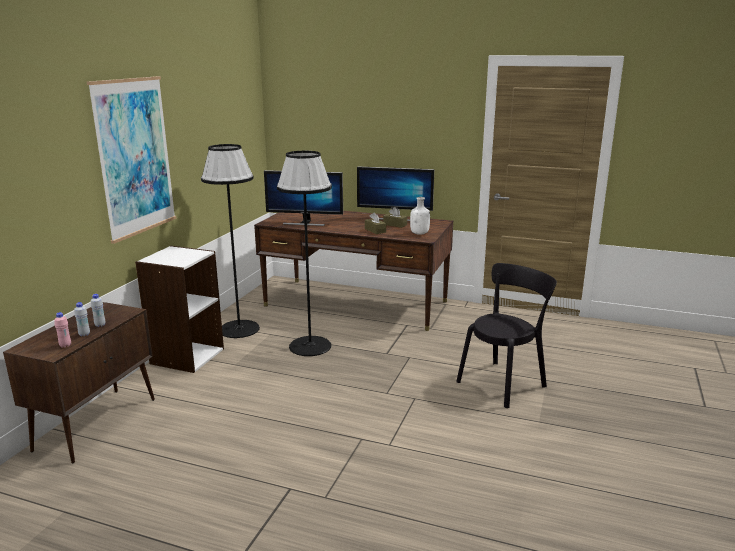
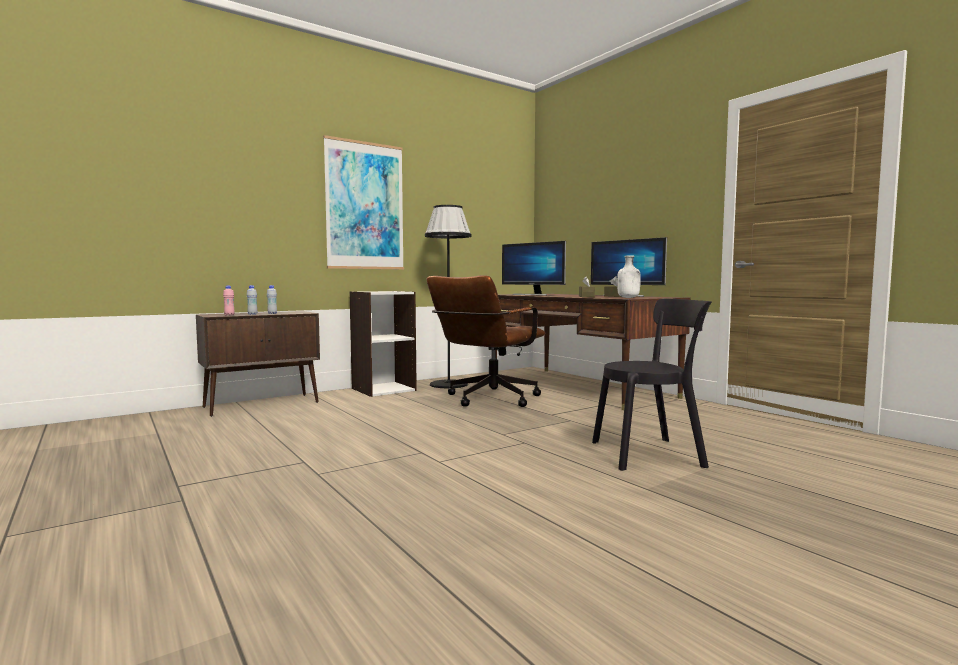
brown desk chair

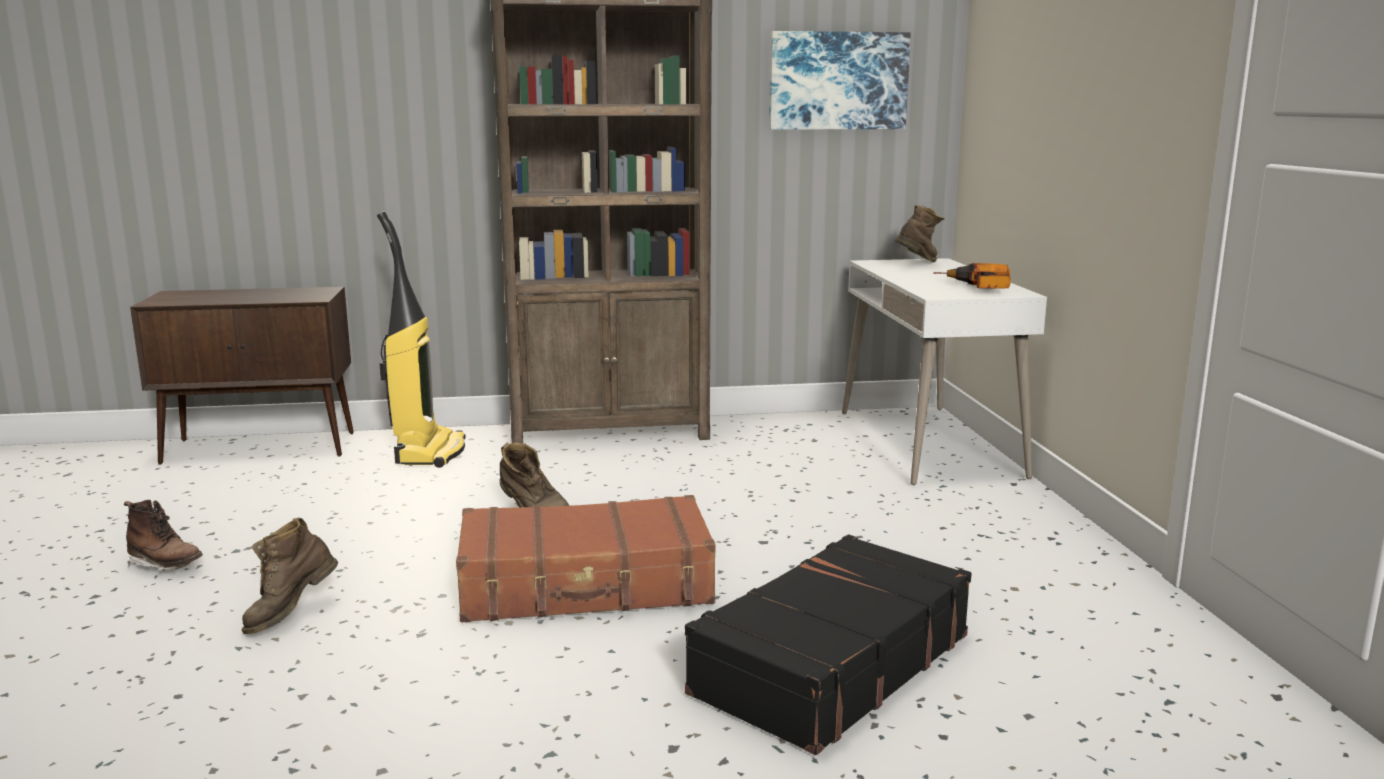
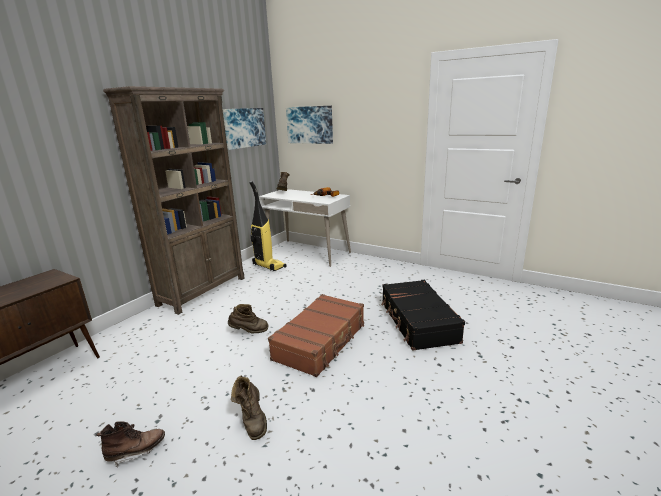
wall art (2nd from left)
hoover

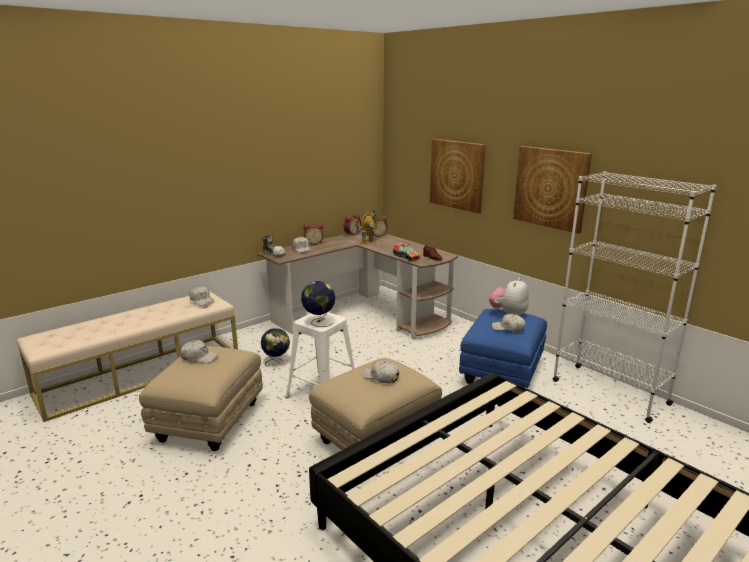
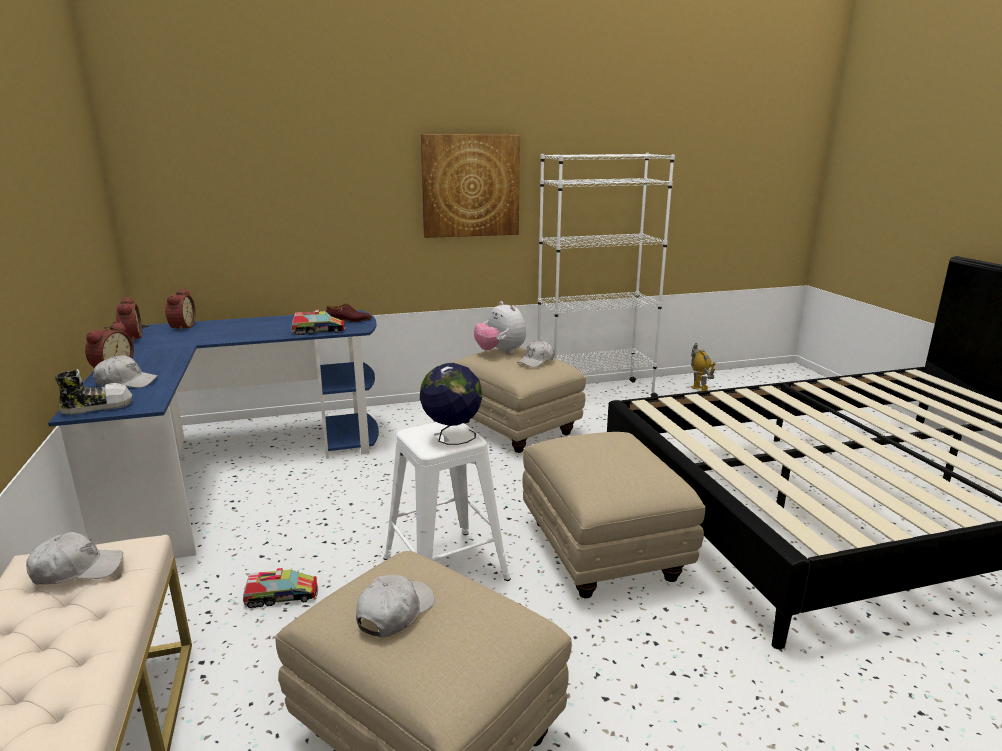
whitish peaked cap (4th from left in the first image)
wall art (1st from left in the first image)
robot figure
toy truck (1st from left)
blue-coloured desk
beige-coloured ottoman (2nd from left)

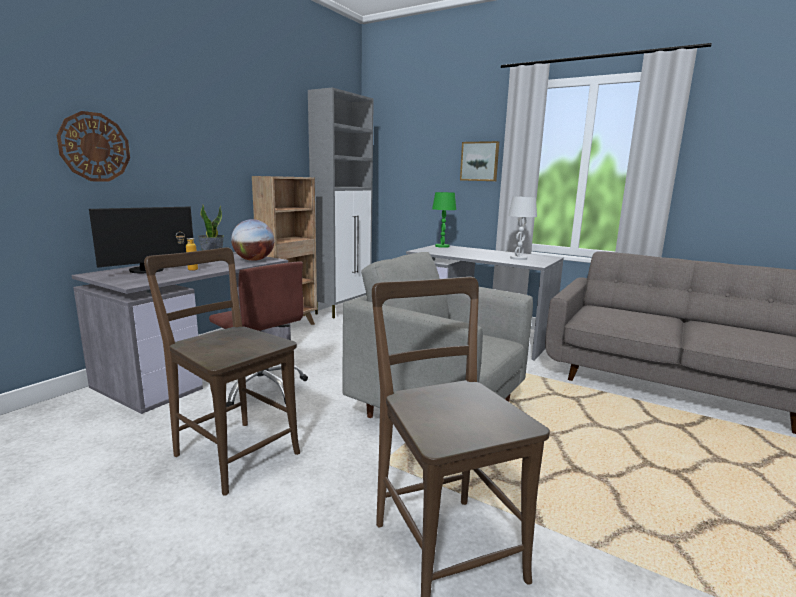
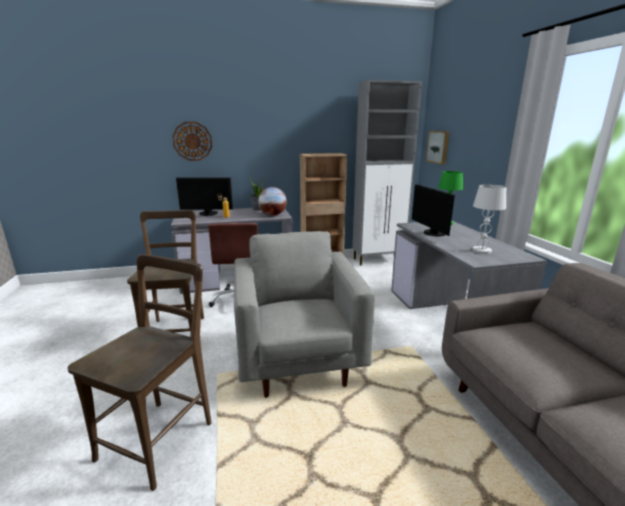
monitor (2nd from left)
wall art

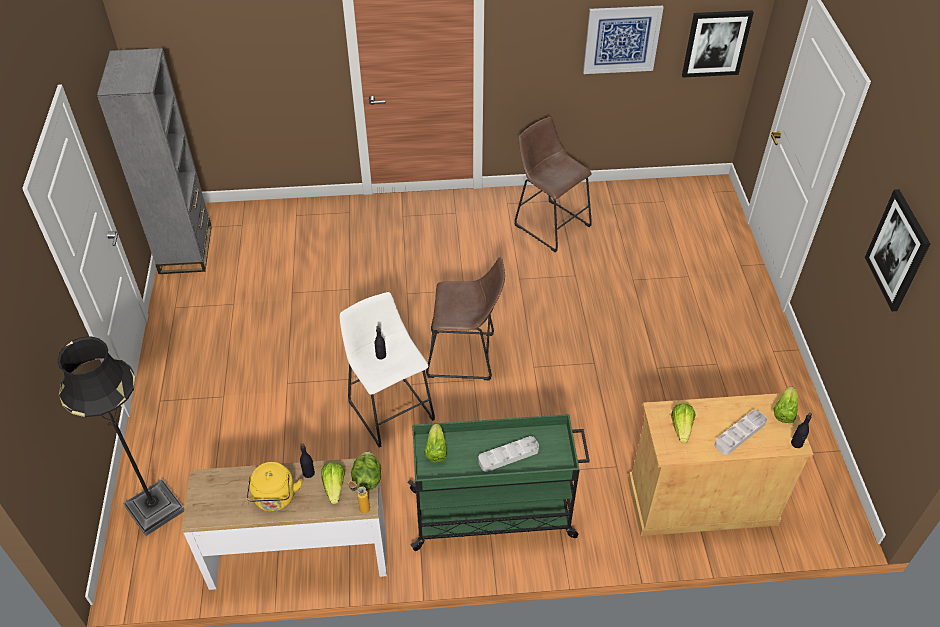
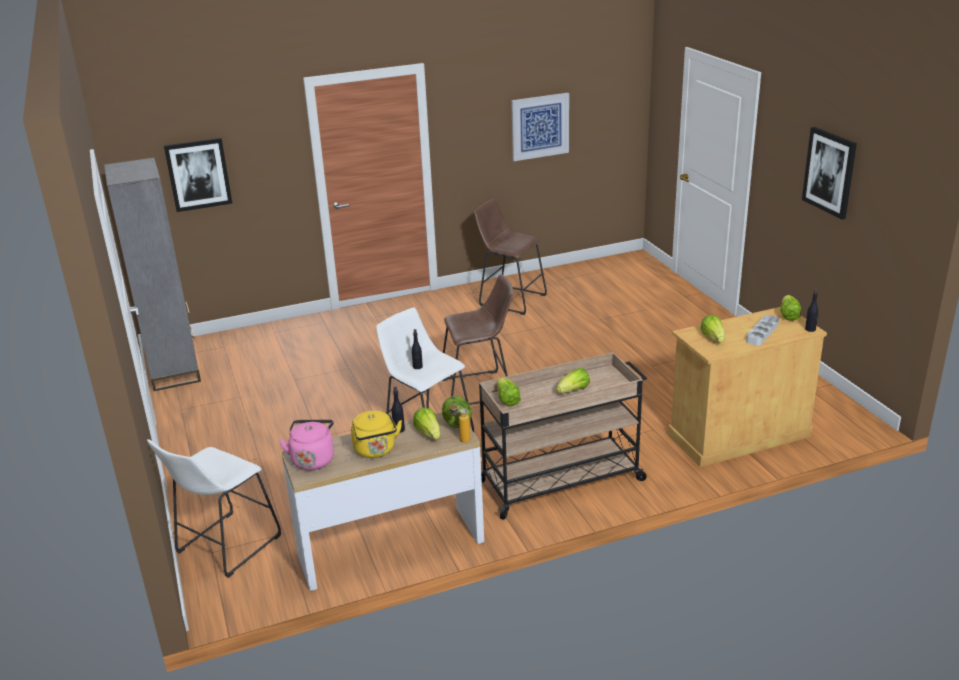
pink tea kettle
wall art (1st from left)
whitish sitting stool (1st from left)
lettuce (4th from left)
beige-coloured trolley

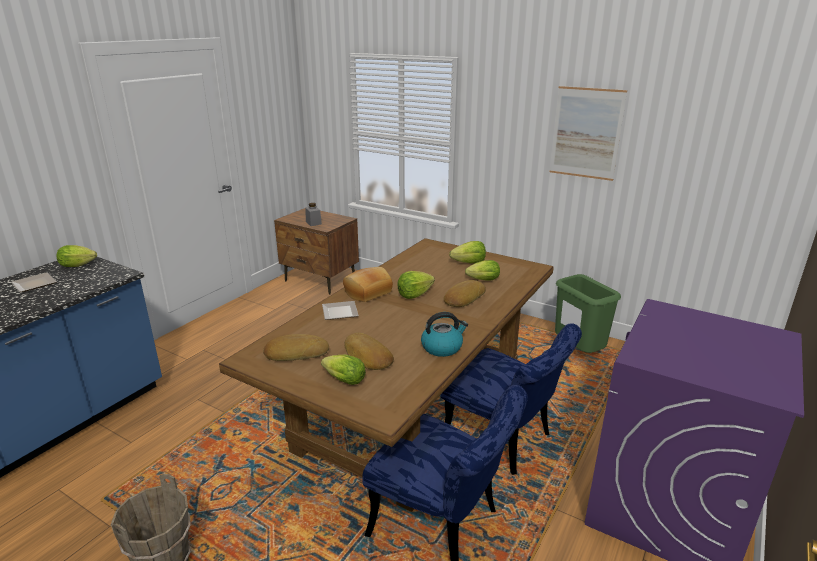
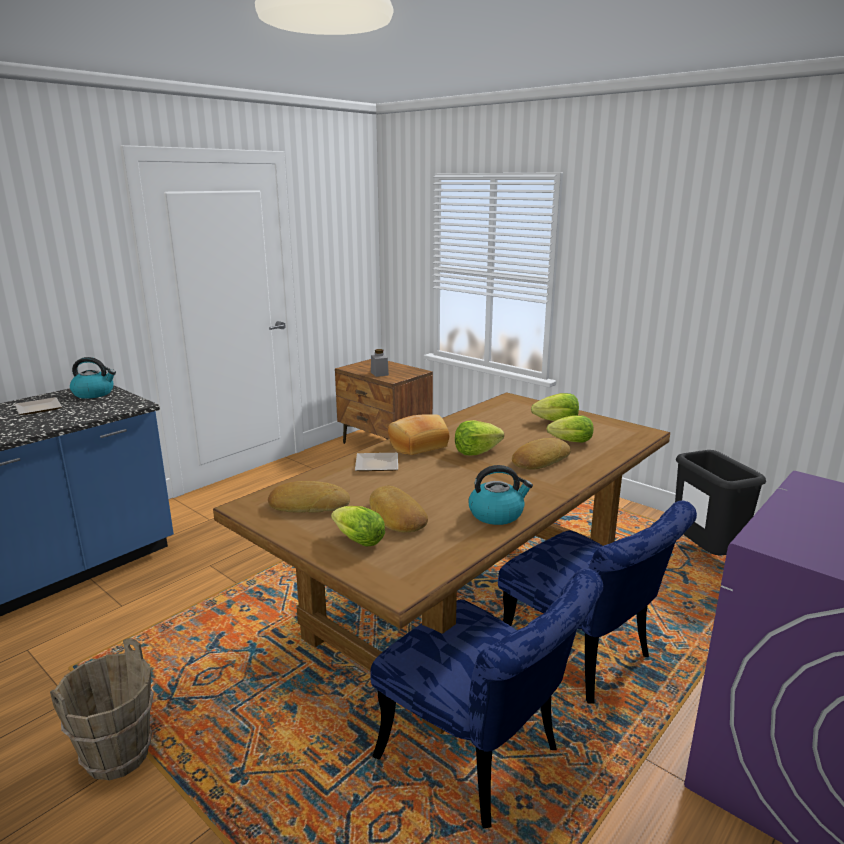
wall art
tea kettle (1st from left)
black waste bin

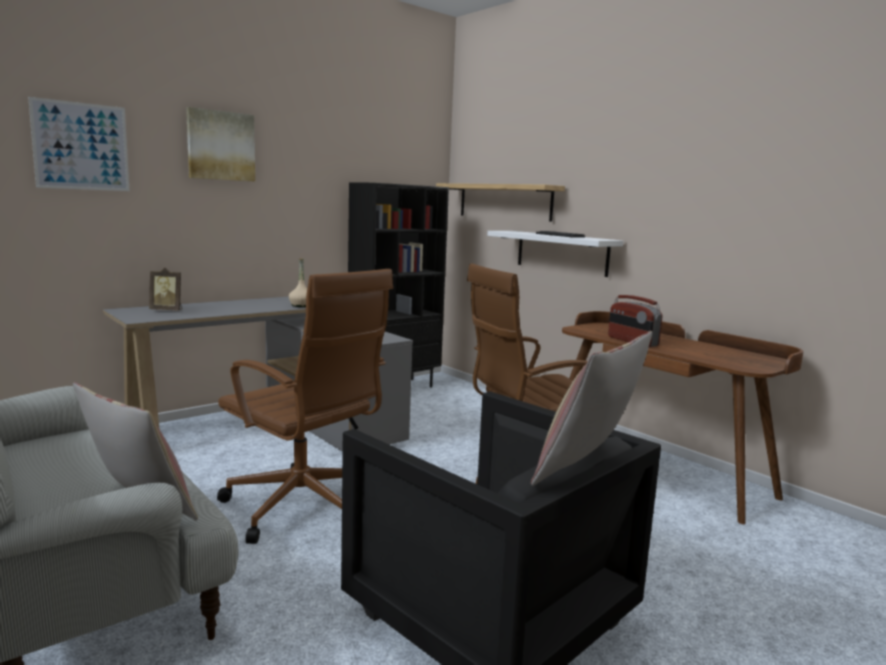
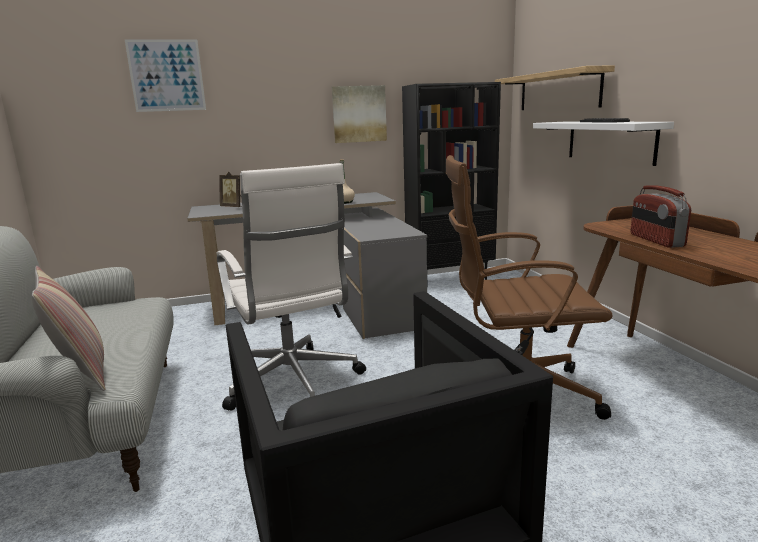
cushion (2nd from left in the first image)
wall art (2nd from left)
whitish desk chair

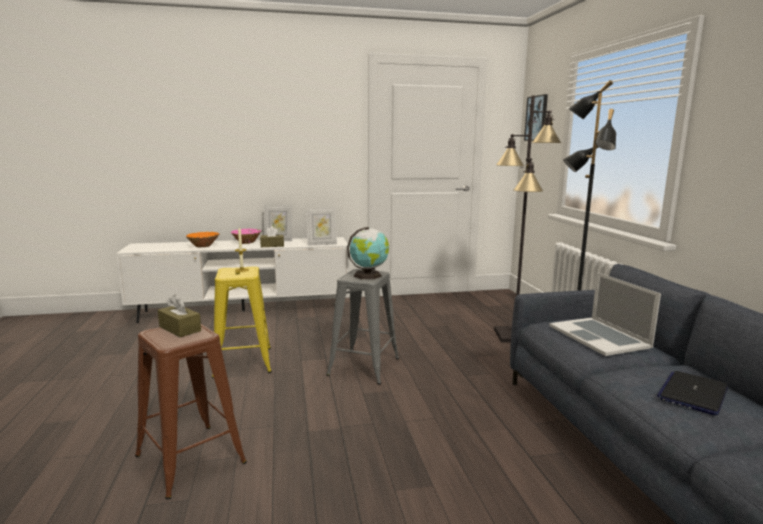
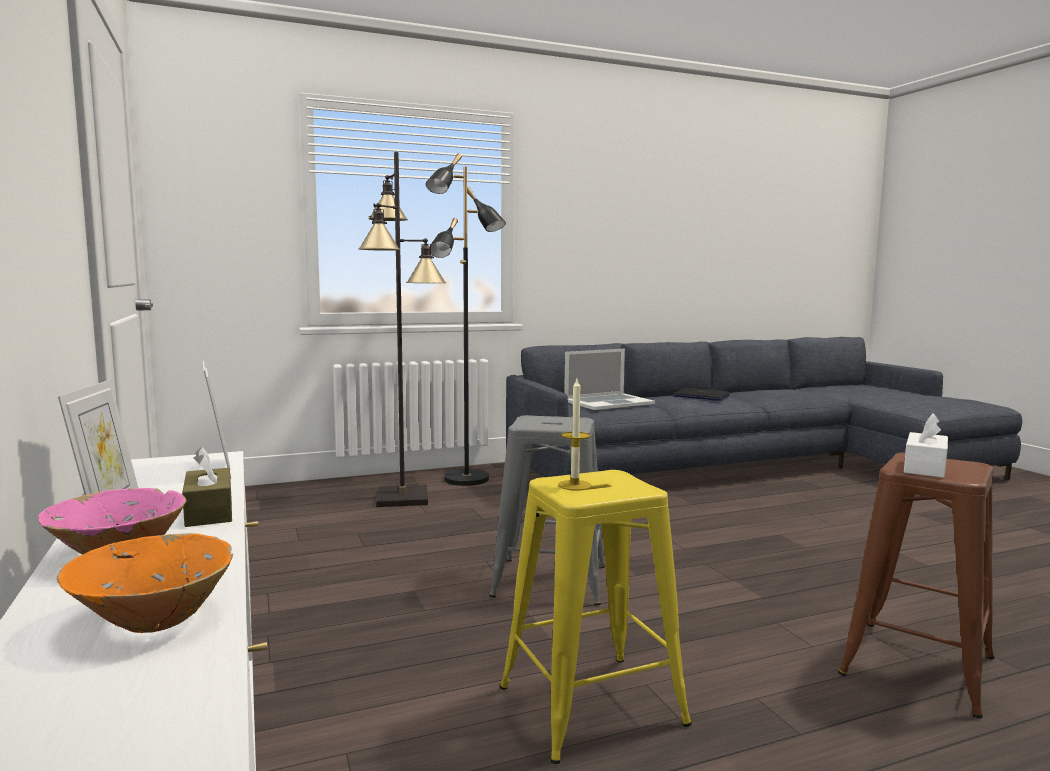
globe
wall art
whitish tissue holder

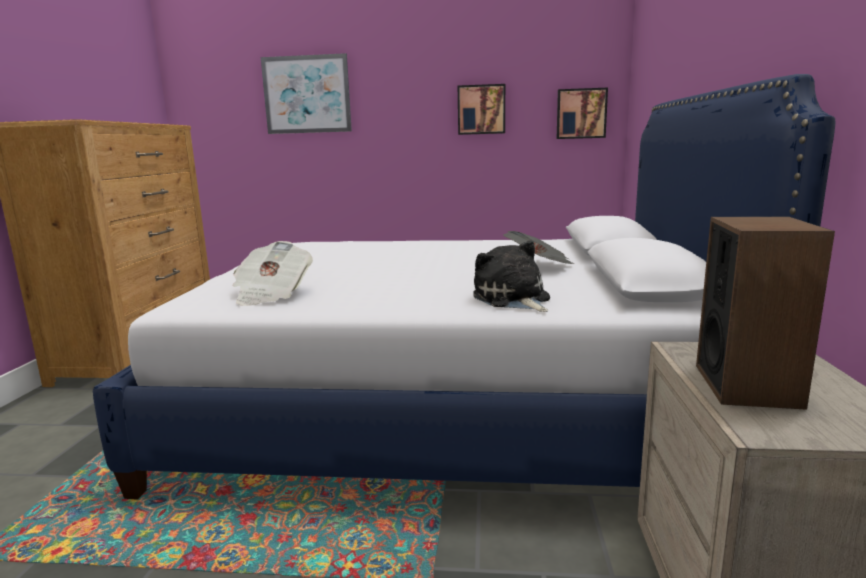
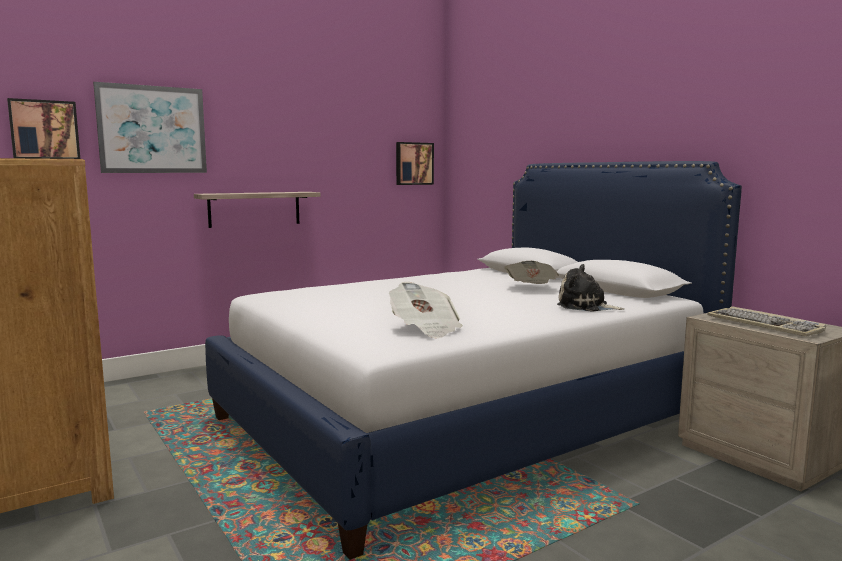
wall shelf
wall art (1st from left)
computer keyboard

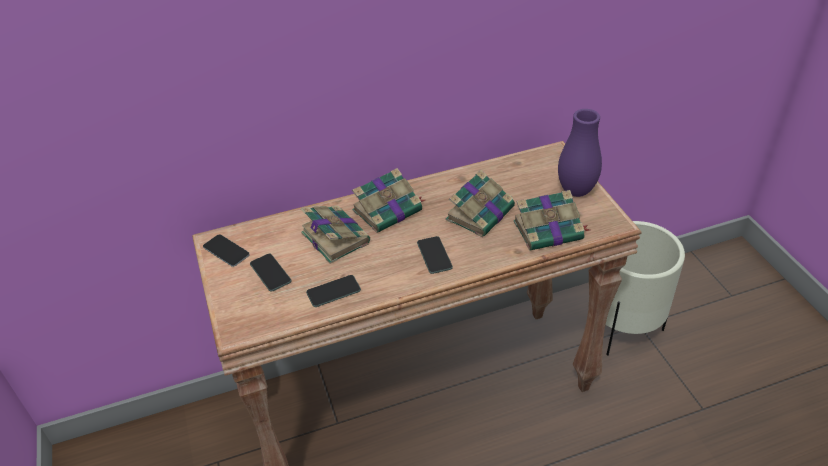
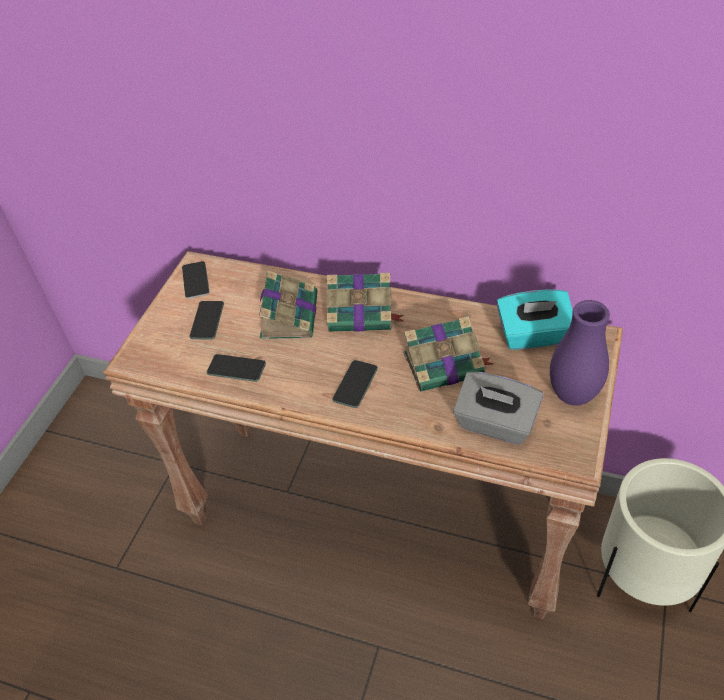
blue-green tissue holder
gray tissue holder

